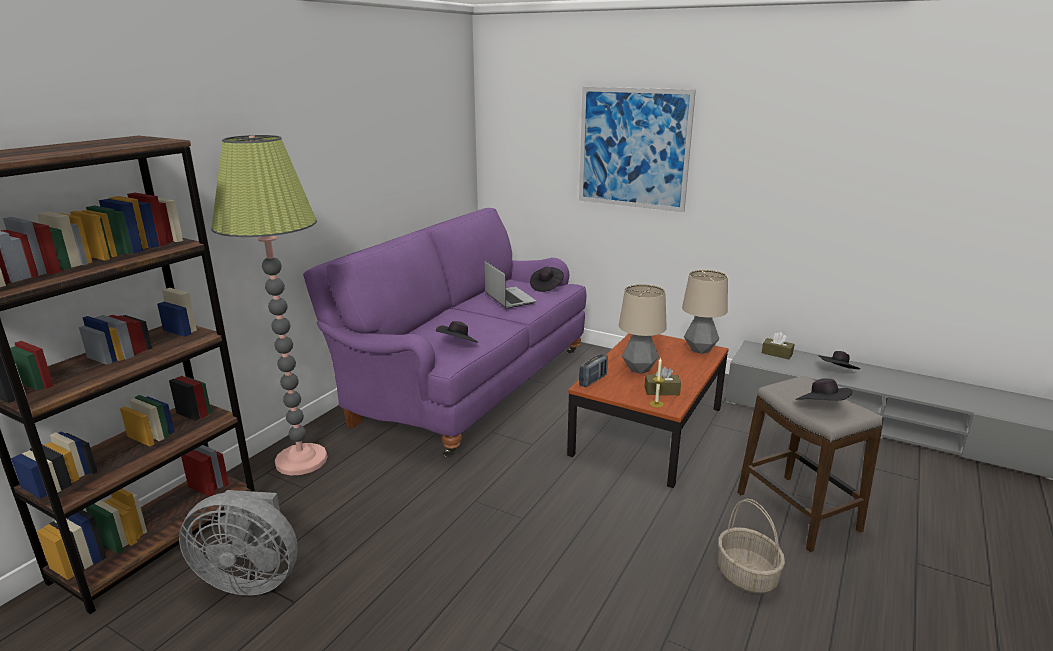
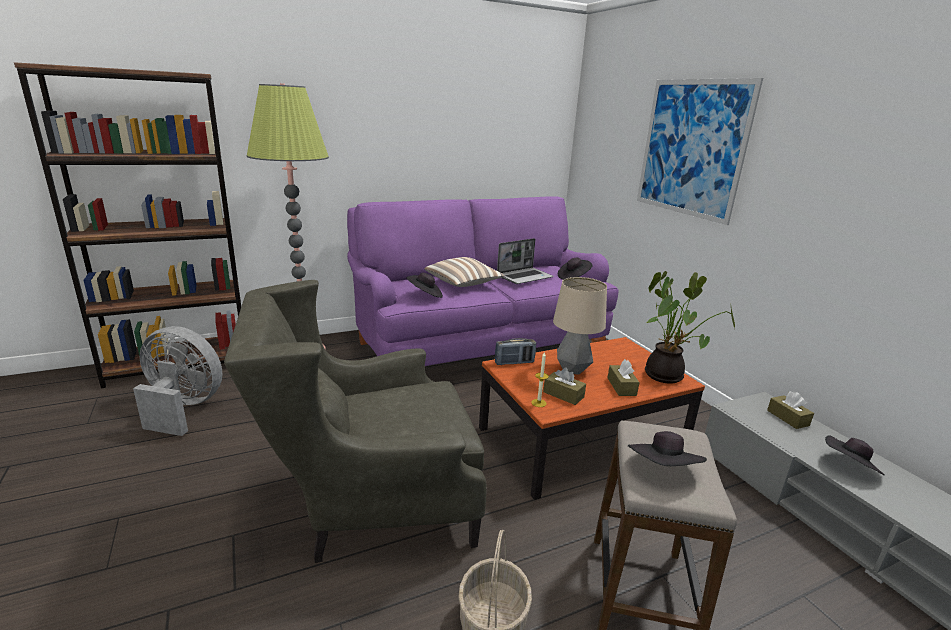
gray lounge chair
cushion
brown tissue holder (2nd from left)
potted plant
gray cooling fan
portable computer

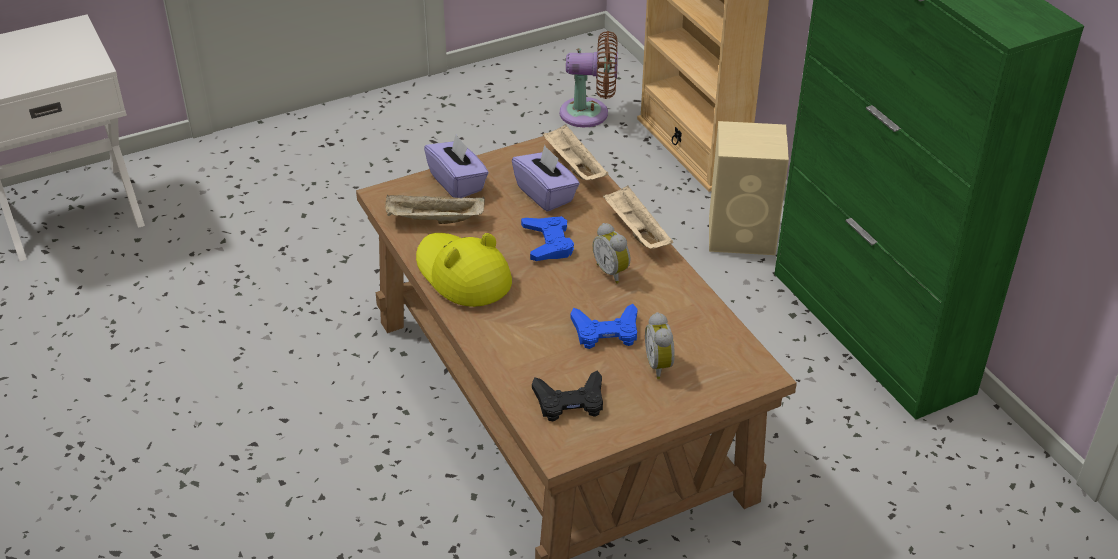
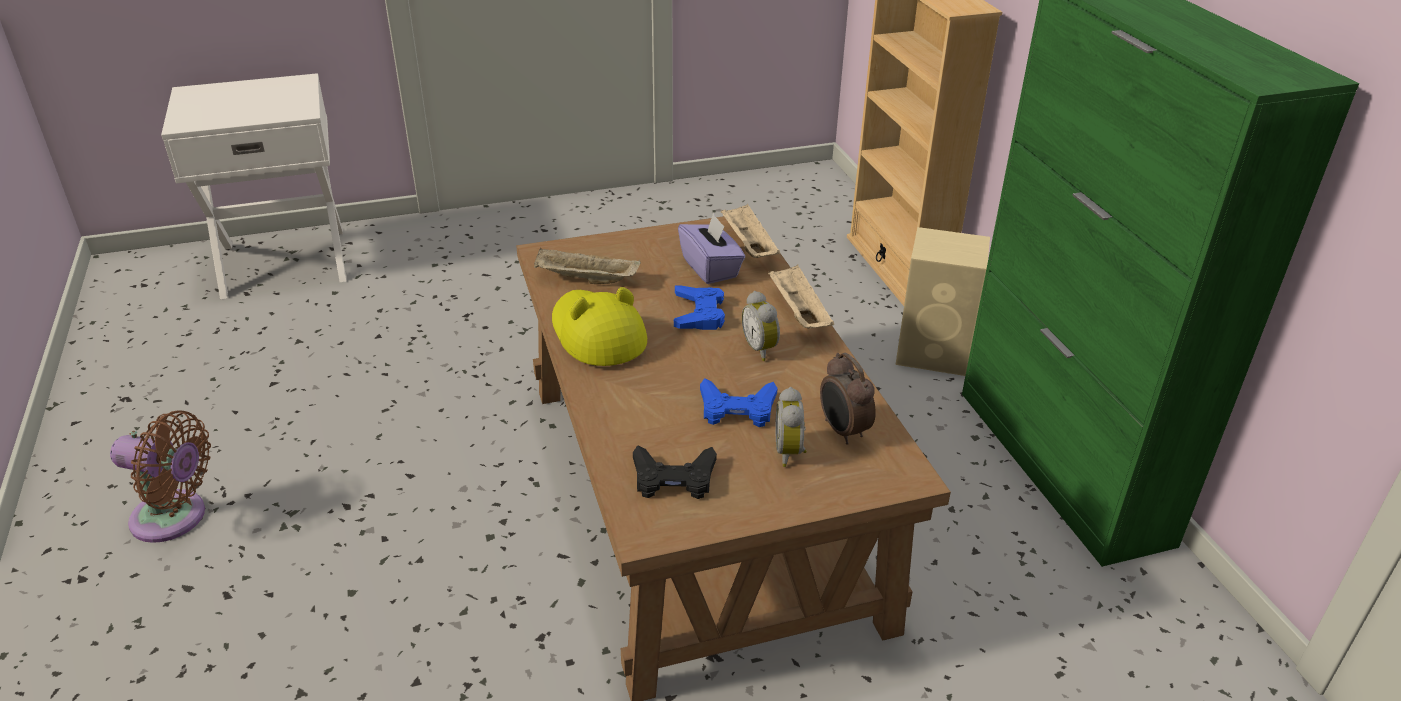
purple-coloured tissue holder (1st from left in the first image)
bedside clock (3rd from left)
brown cooling fan

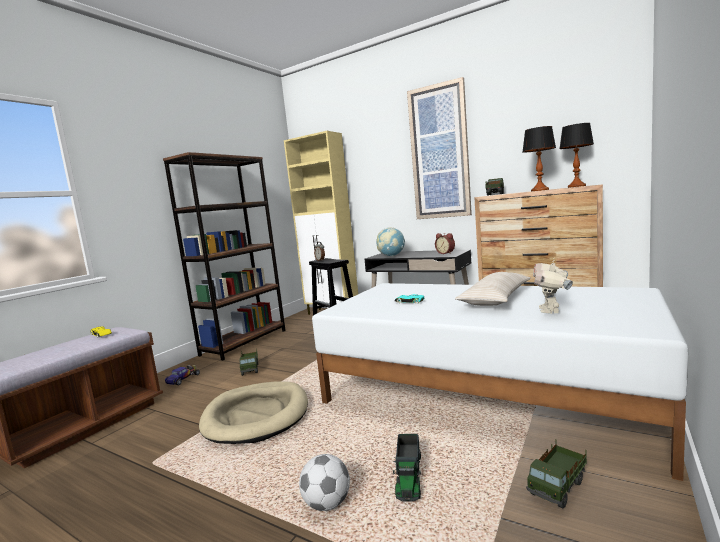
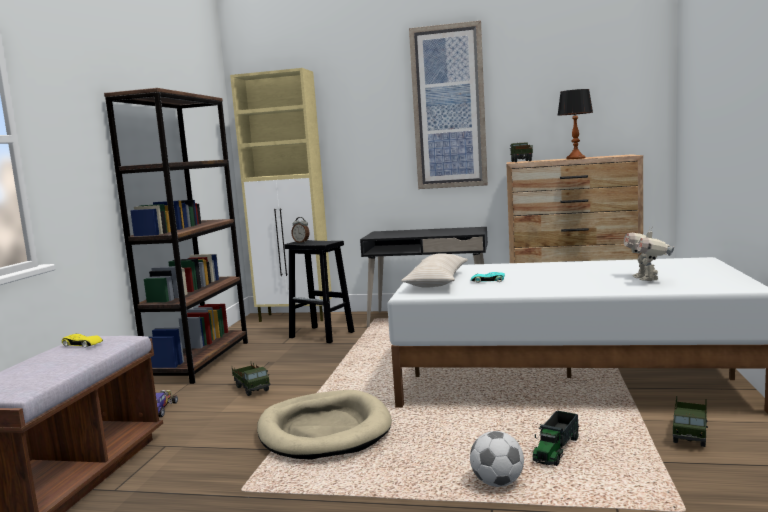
globe
bedside clock (2nd from left in the first image)
tabletop lamp (2nd from left in the first image)
beige-coloured cushion
toy truck (3rd from left)

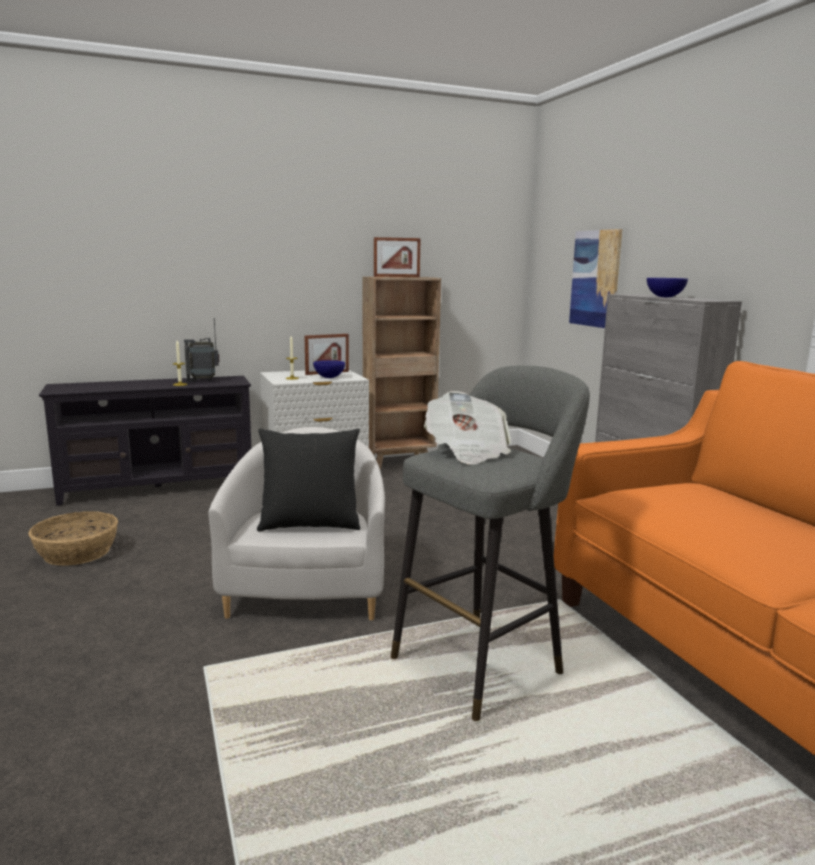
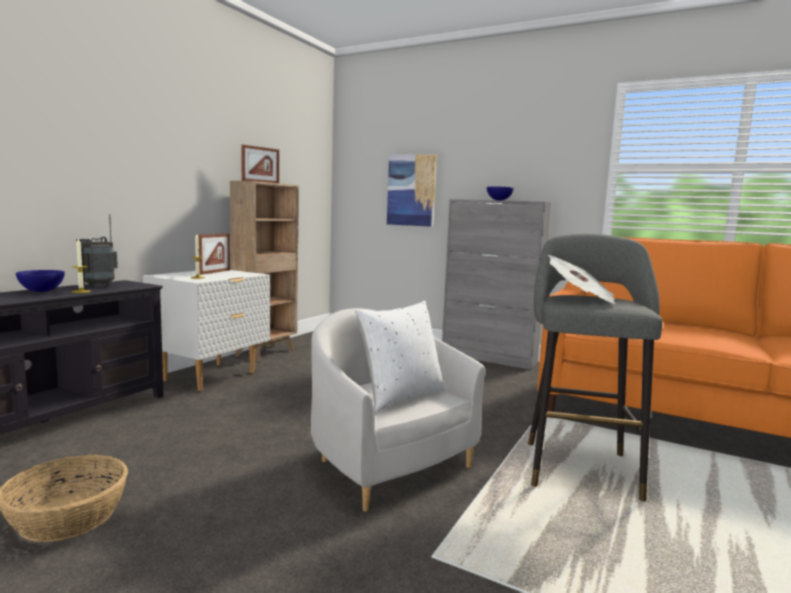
blue-coloured deep dish (1st from left)
whitish cushion

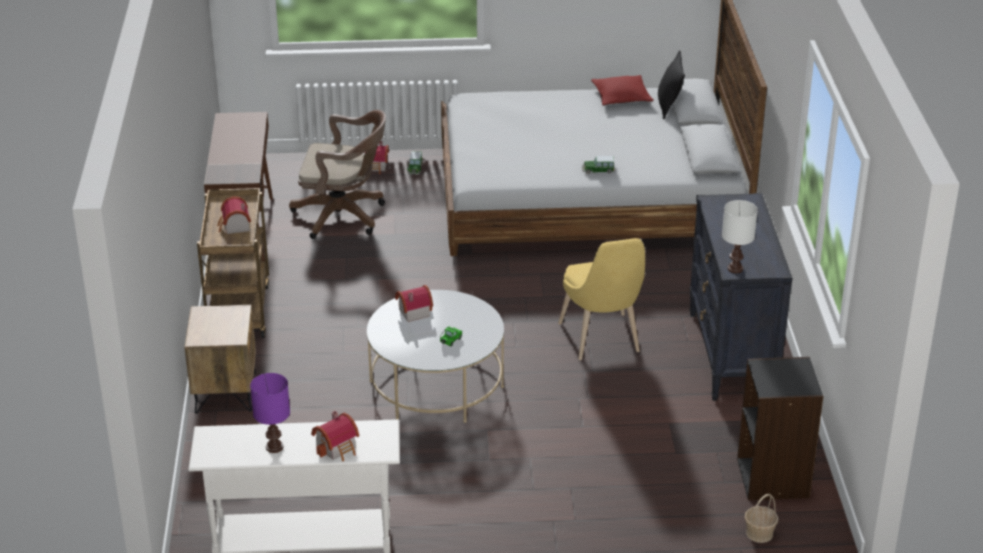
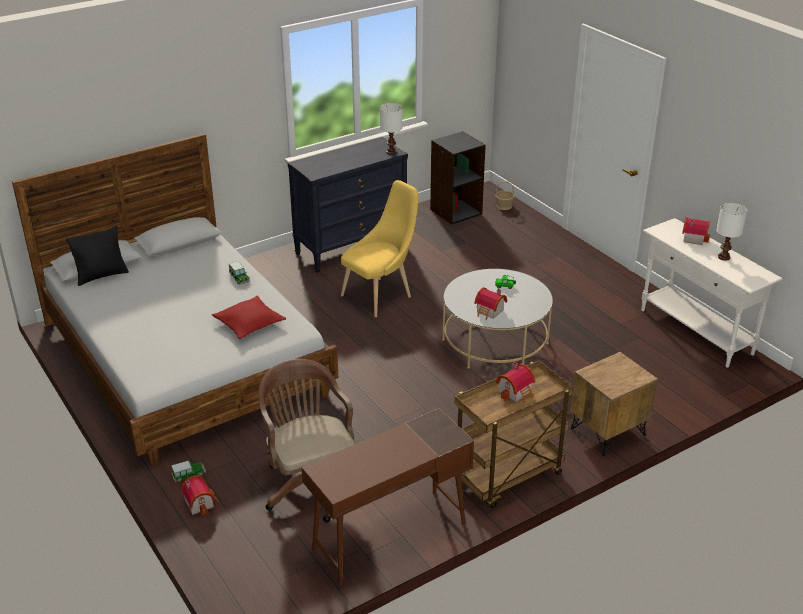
red-coloured cushion
whitish tabletop lamp (2nd from left)

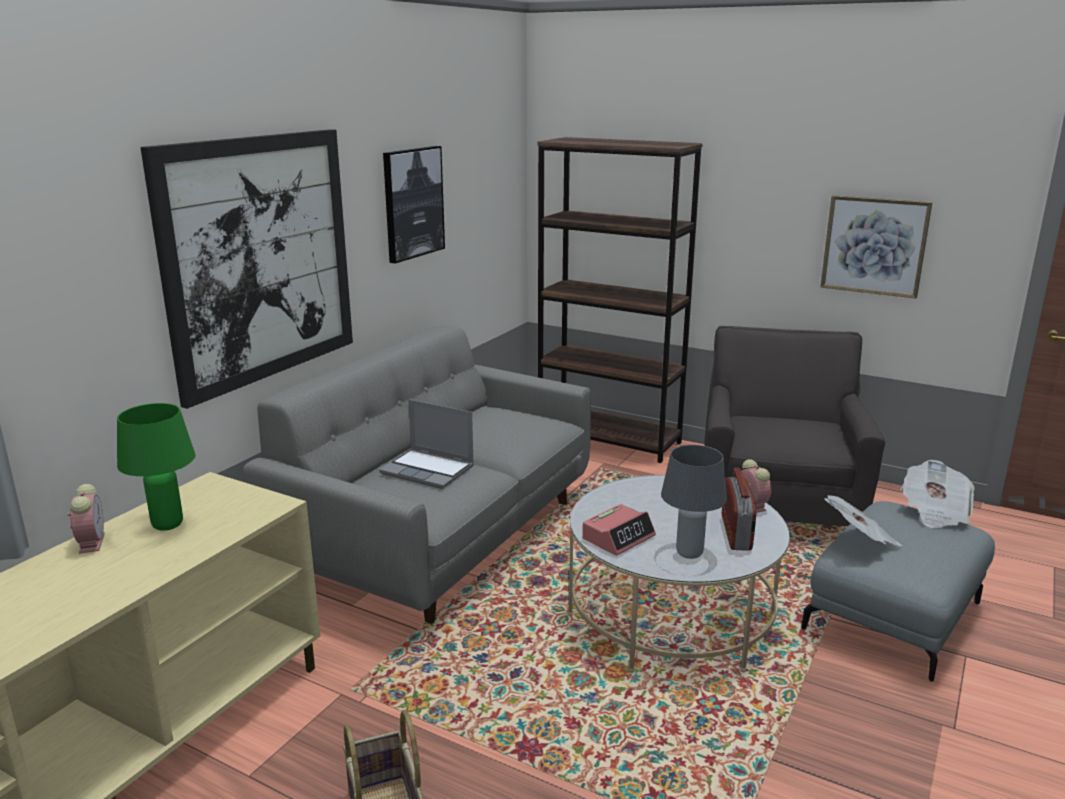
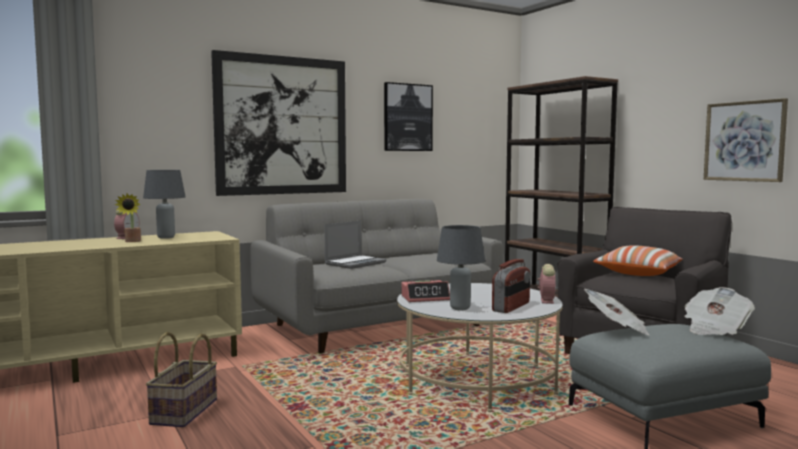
potted plant
cushion
gray tabletop lamp (1st from left)
portable computer

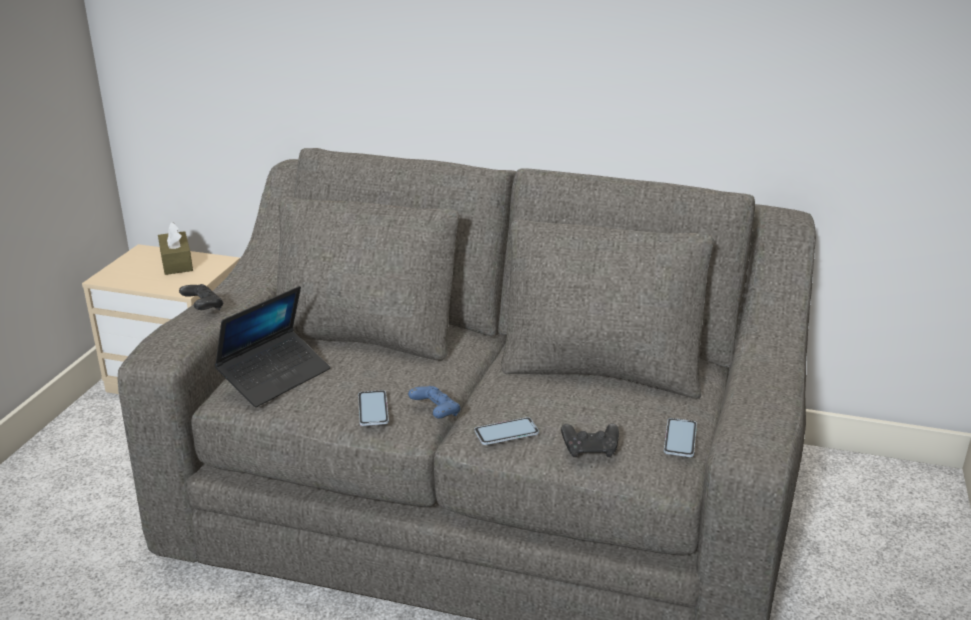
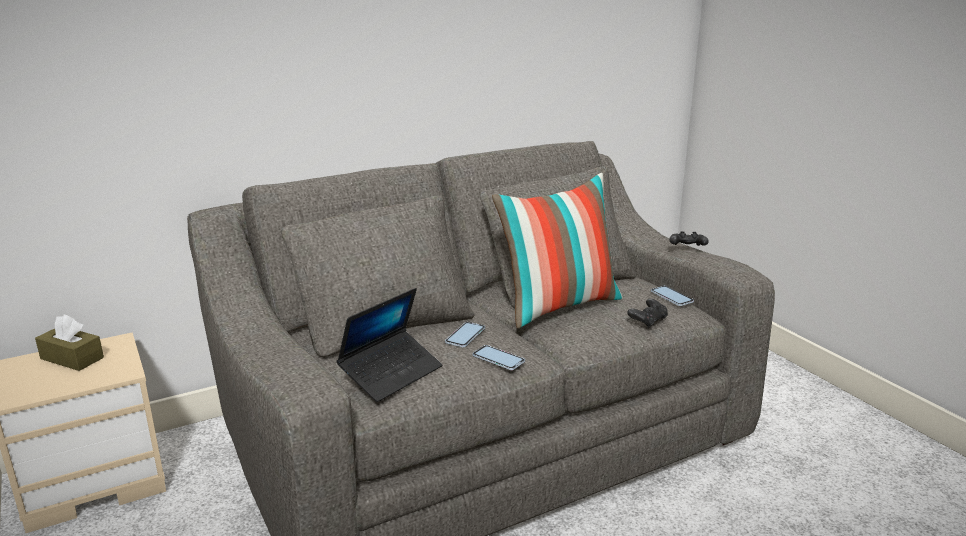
blue-coloured game controller
cushion
black game controller (2nd from left)
handset (1st from left)
portable computer

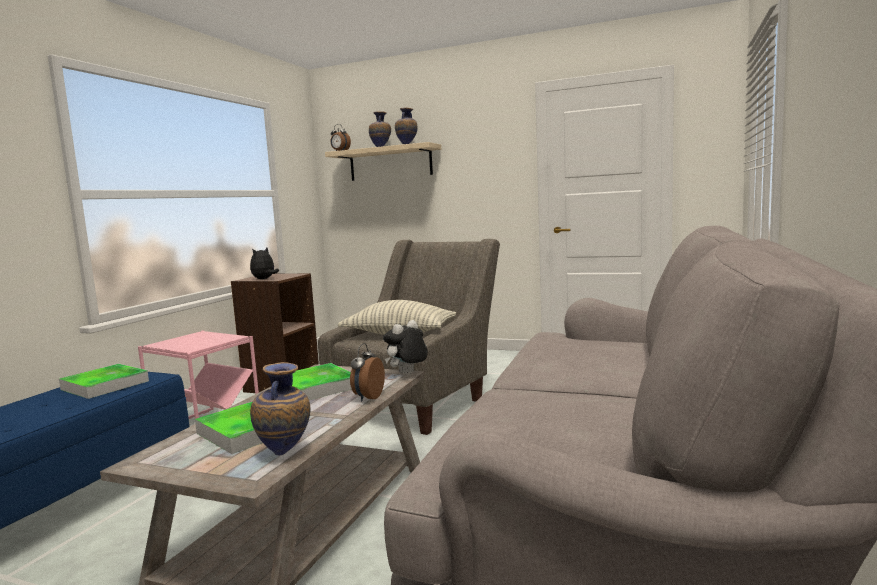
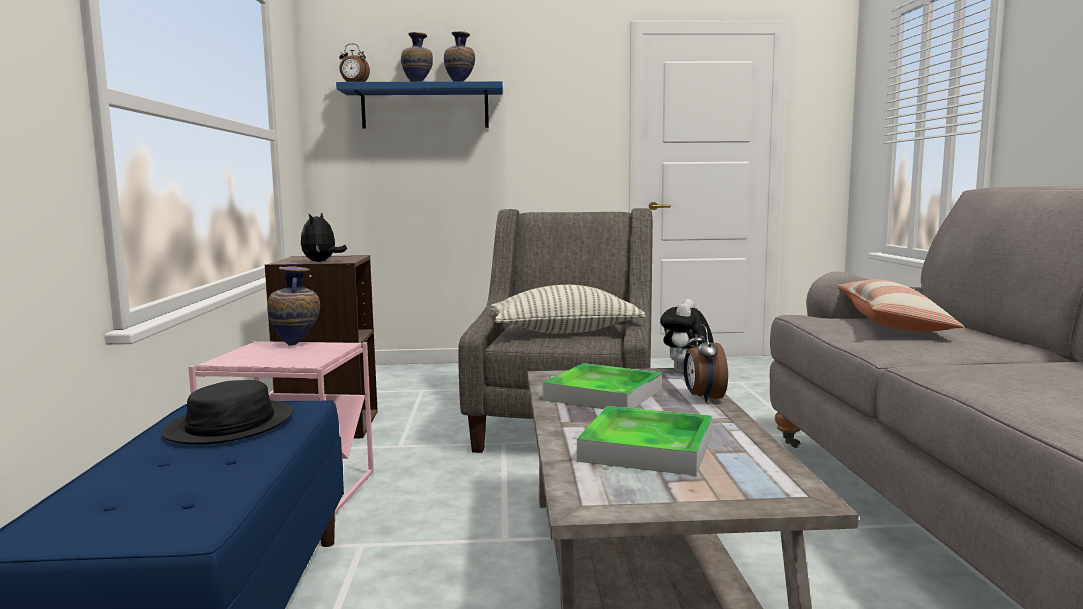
cushion (2nd from left)
flower vase (1st from left)
black hat
blue-coloured wall shelf

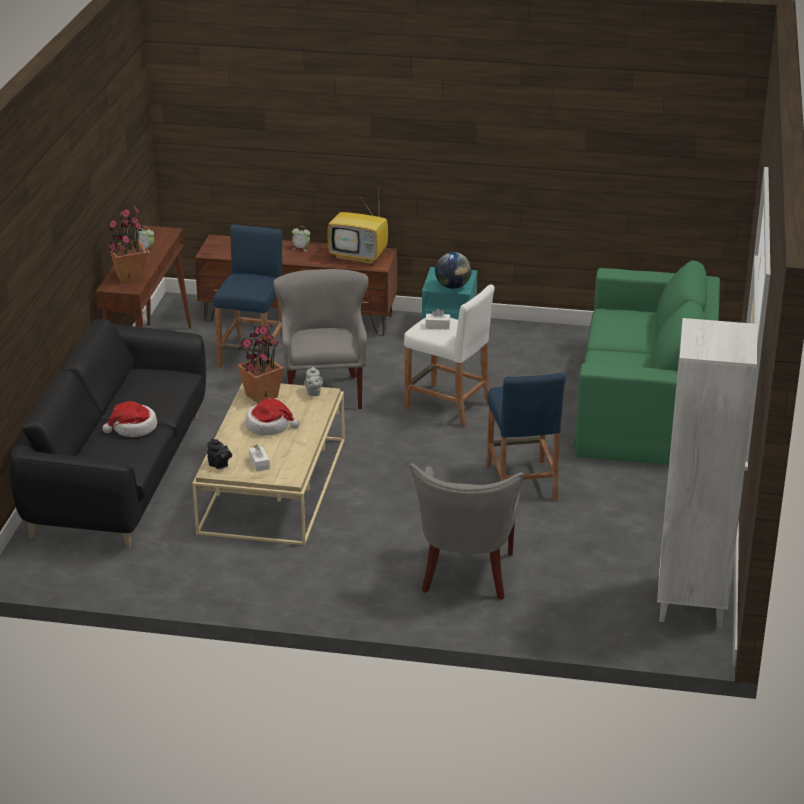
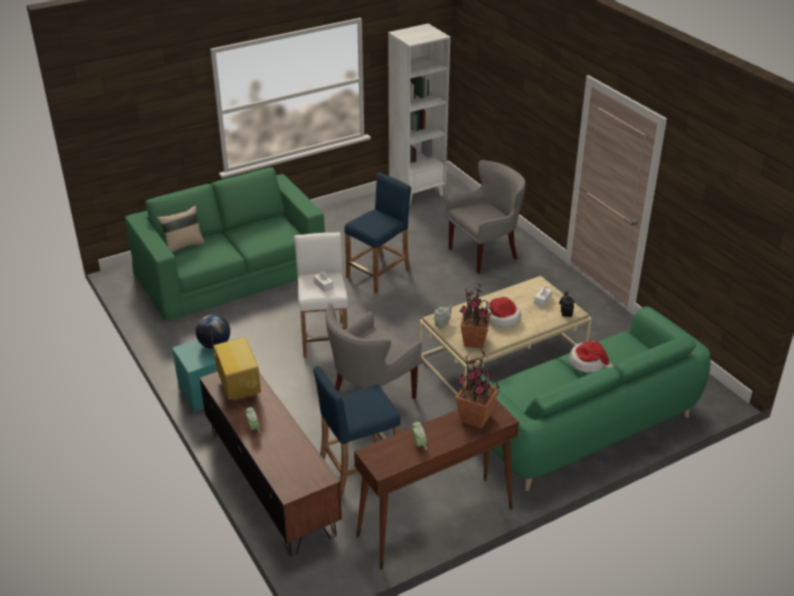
beige-coloured cushion
greenish settee (2nd from left)

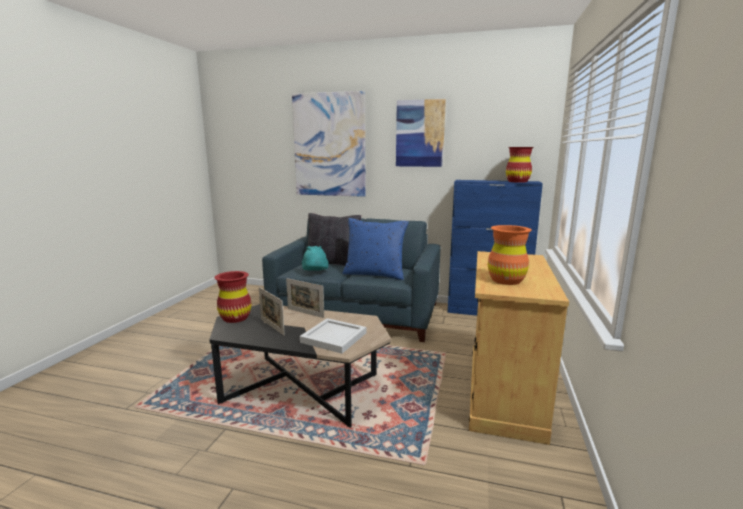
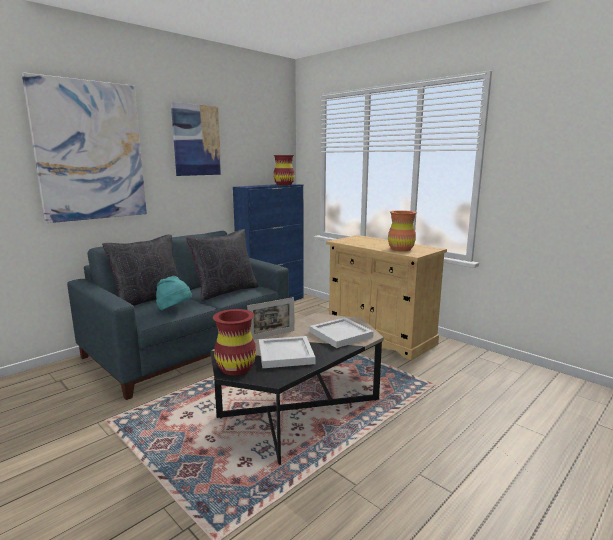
whitish tray (1st from left)
black cushion (2nd from left)

